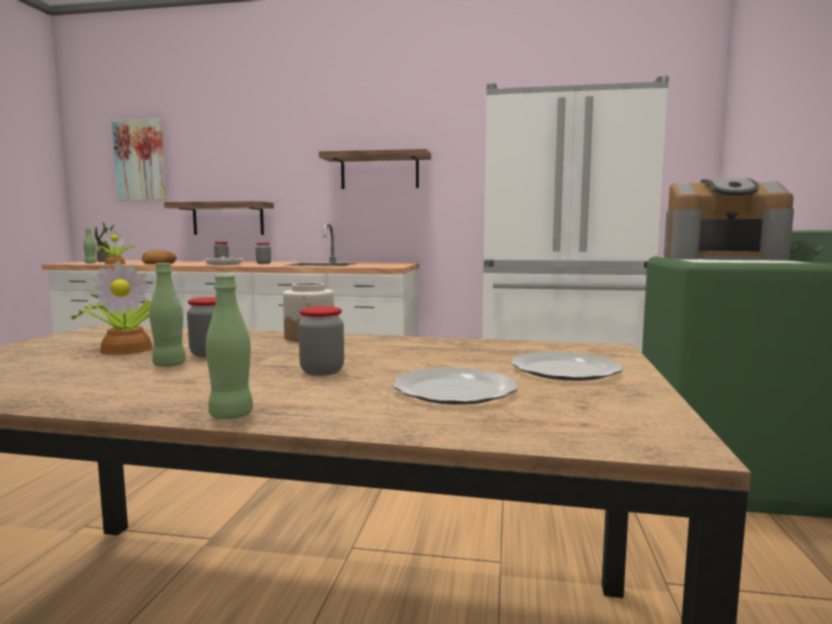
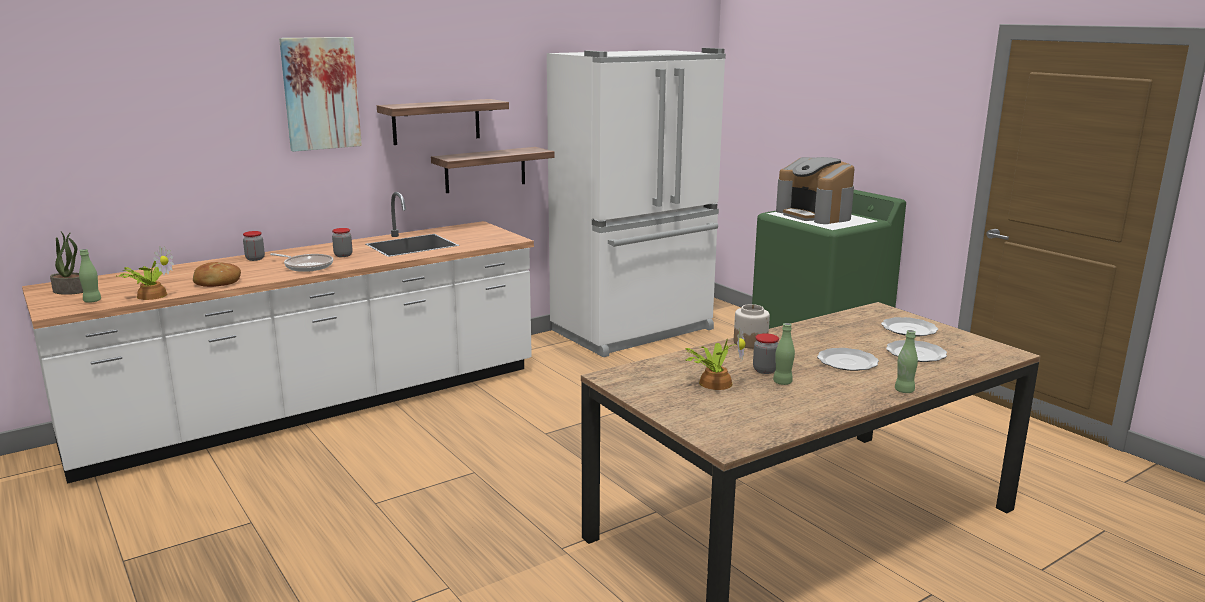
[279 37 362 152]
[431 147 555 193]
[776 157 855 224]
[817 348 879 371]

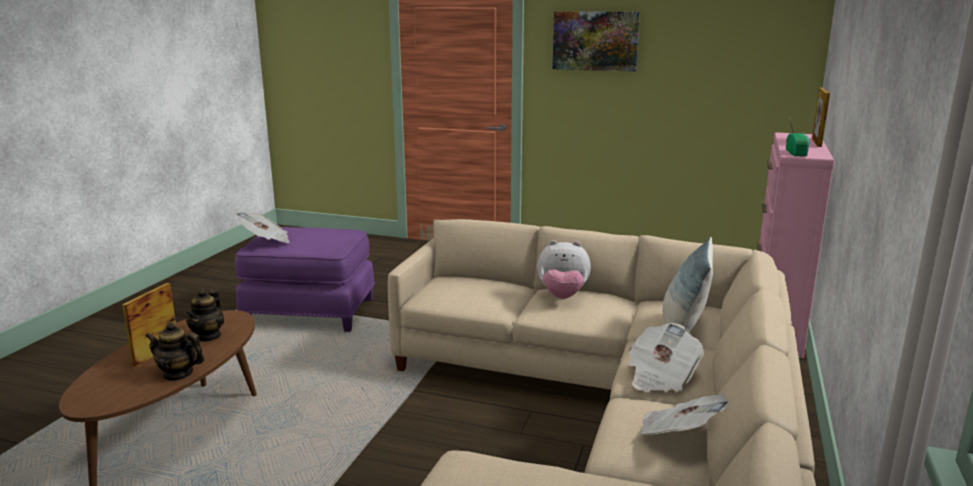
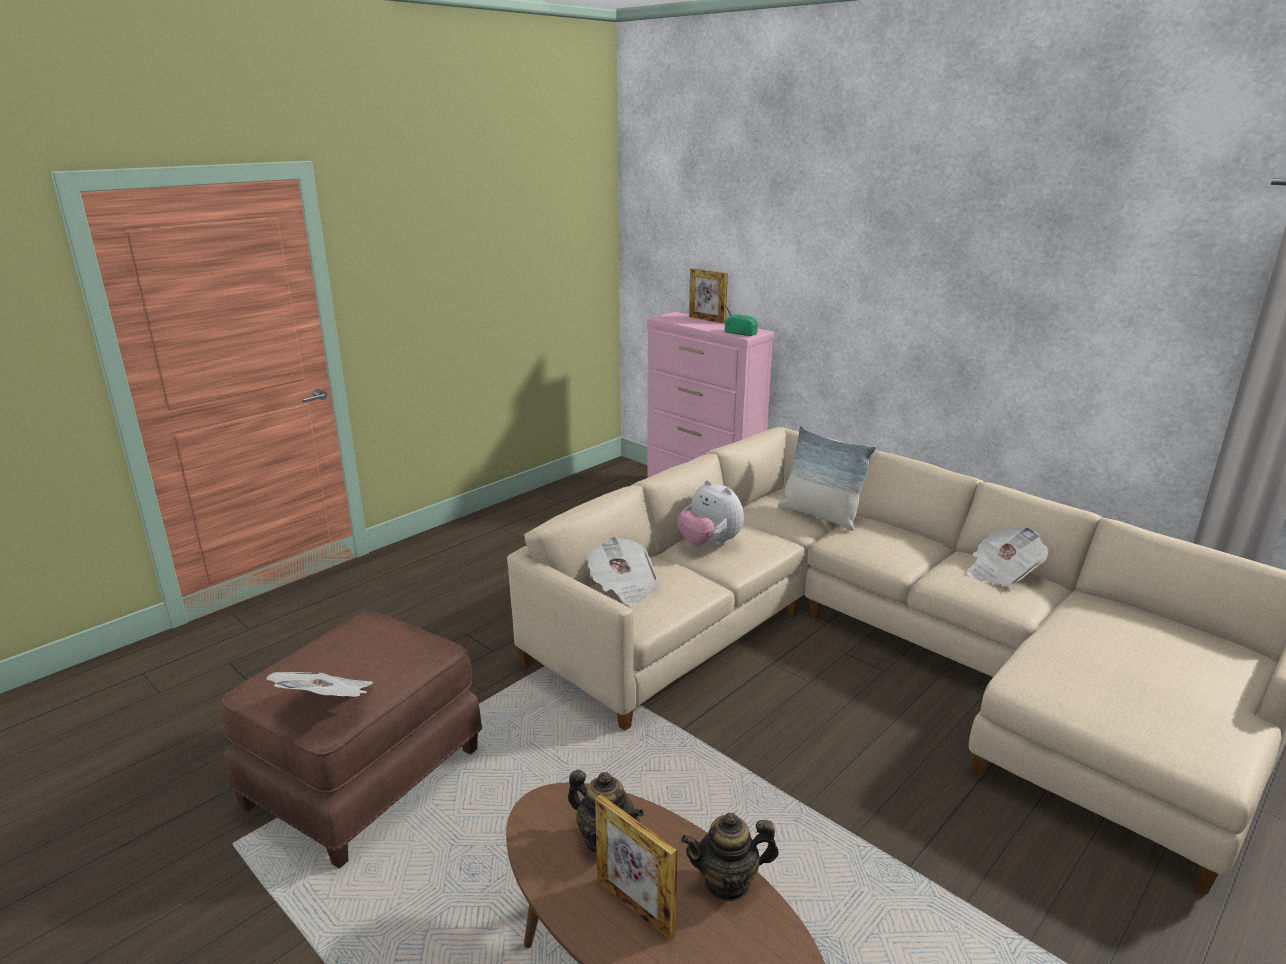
[221 611 482 869]
[587 537 659 606]
[677 480 744 546]
[681 813 779 901]
[552 11 640 72] (first image)

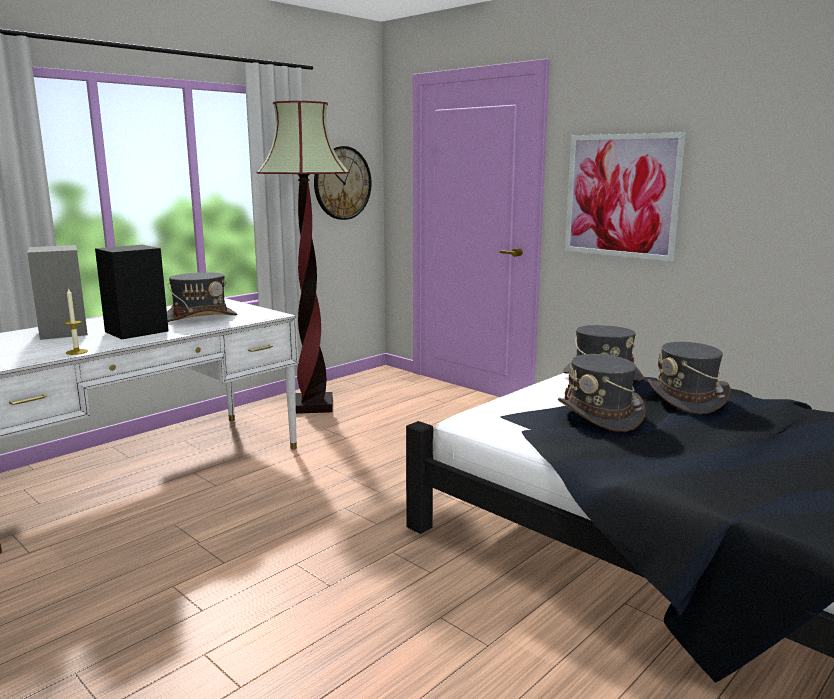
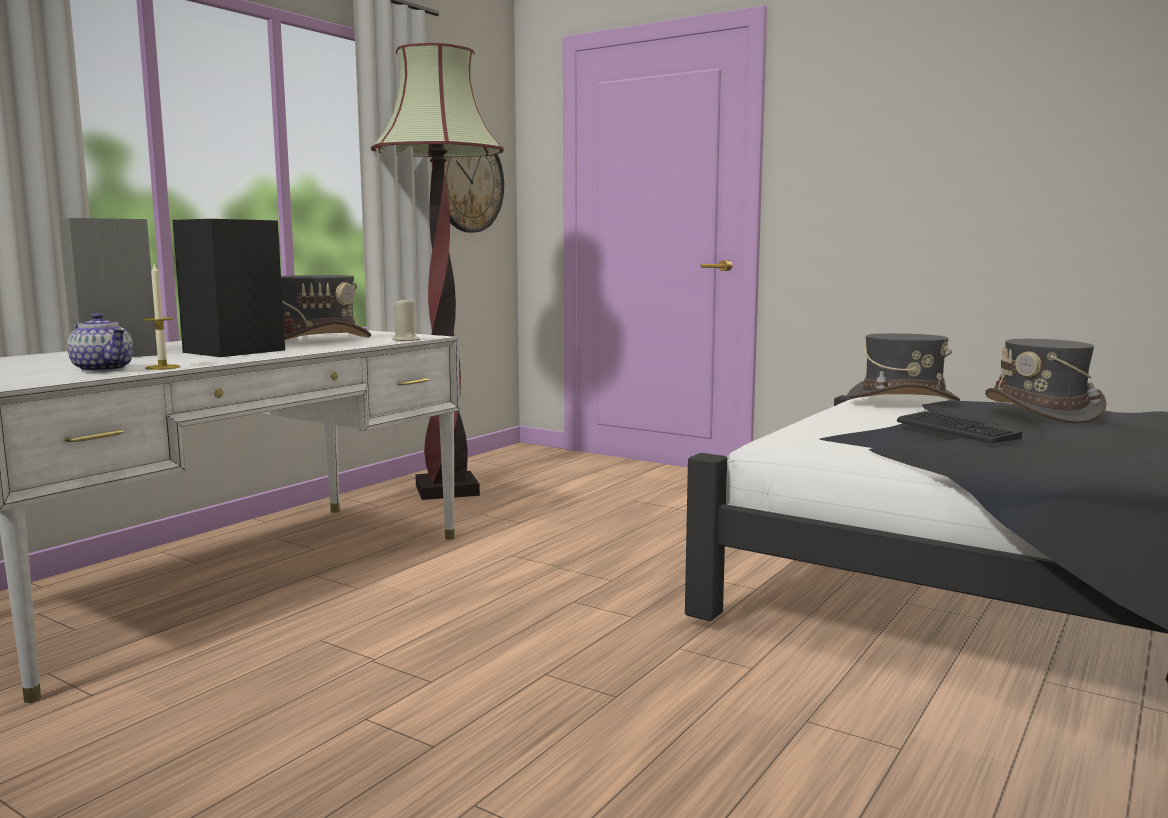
[67 313 133 372]
[392 297 420 341]
[897 411 1022 443]
[565 132 686 262] (first image)

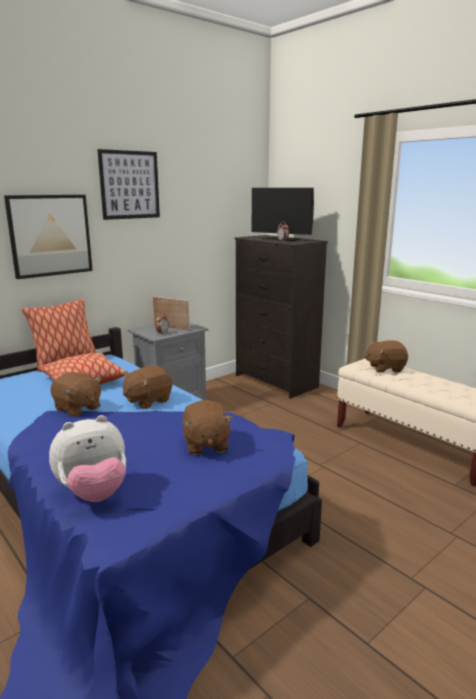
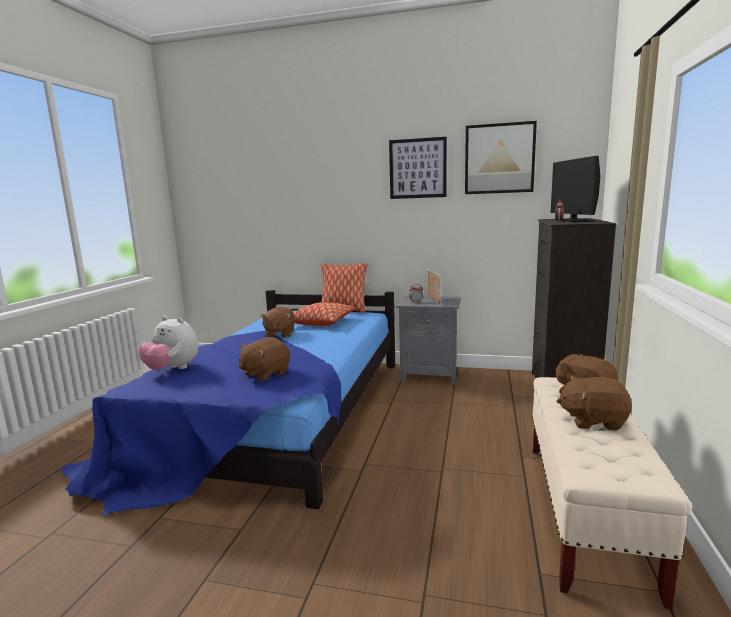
[465 121 537 194]
[557 375 632 431]

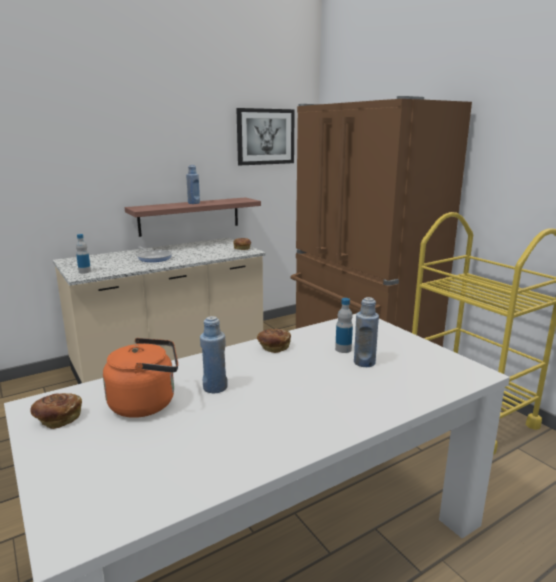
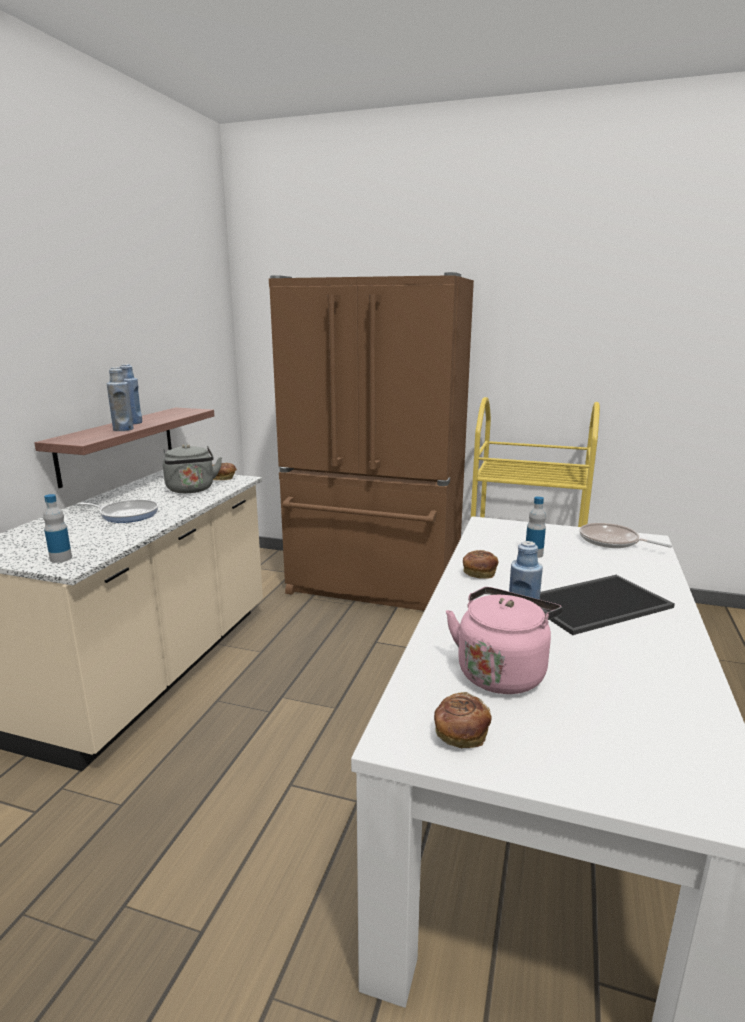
[107 367 133 431]
[163 444 222 493]
[446 587 562 694]
[540 575 675 635]
[579 523 672 548]
[236 108 295 165] (first image)

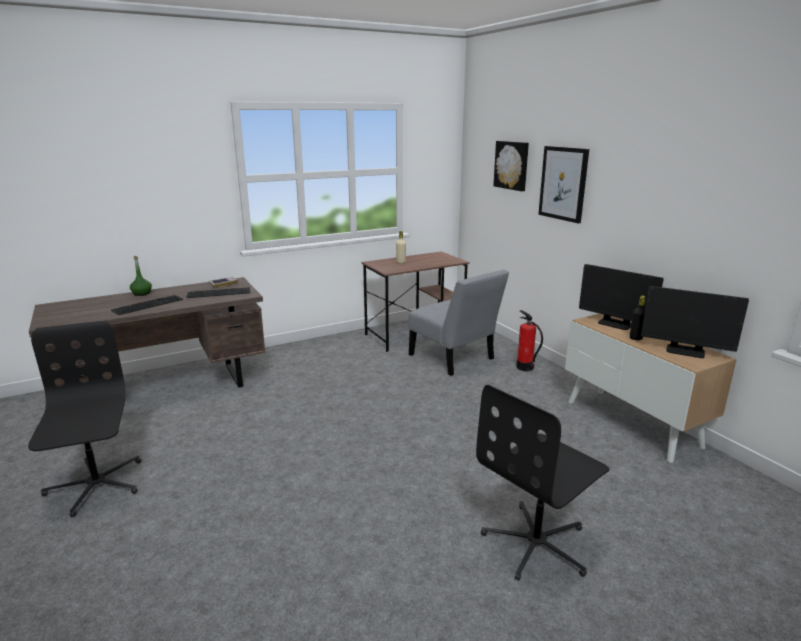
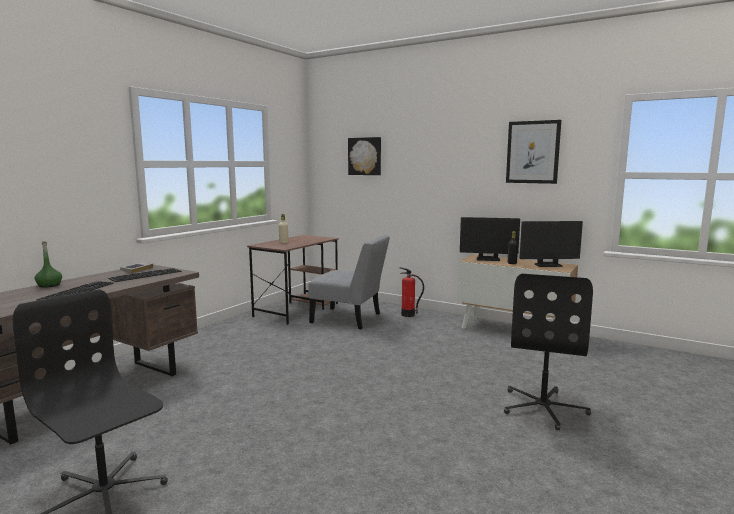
[506 120 561 184]

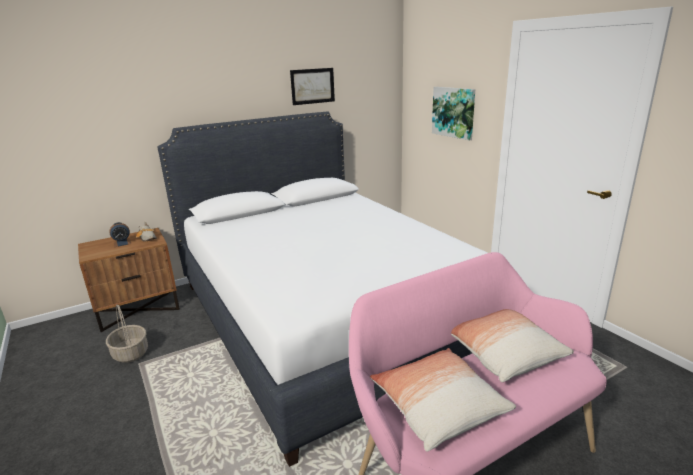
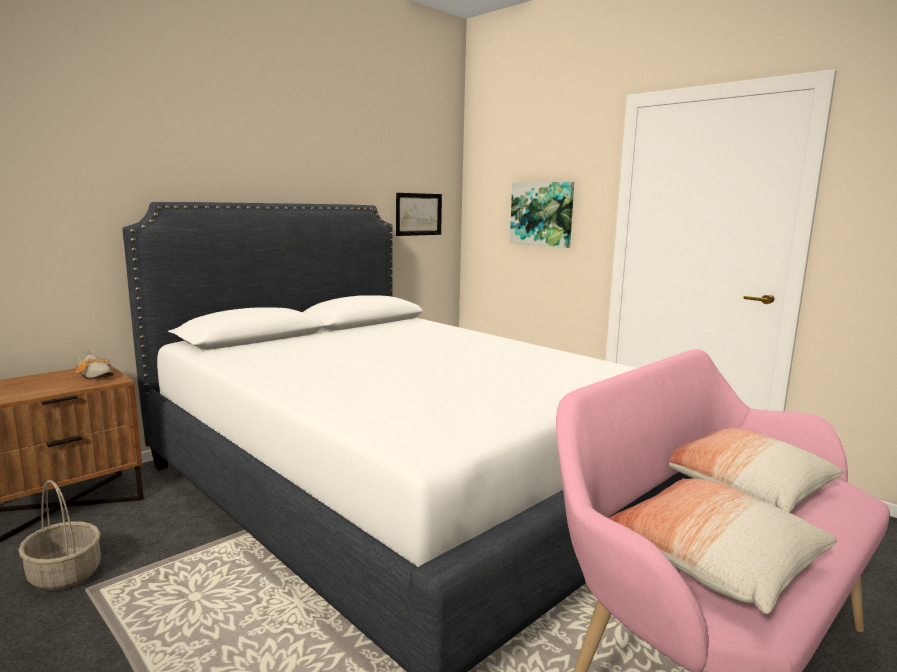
[396 193 442 236]
[109 222 131 247] (first image)

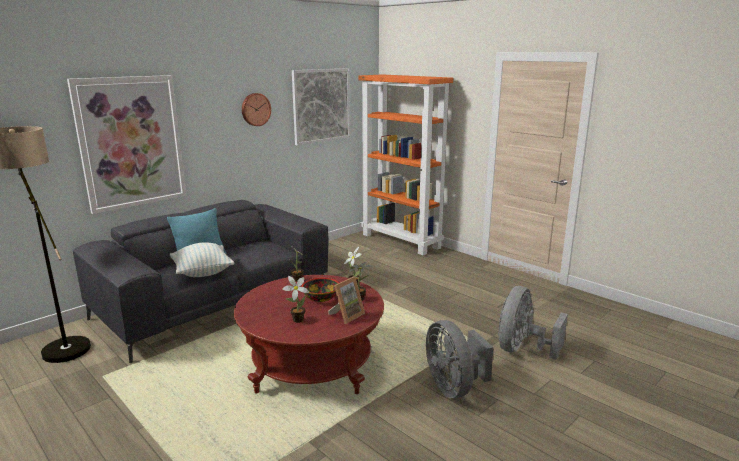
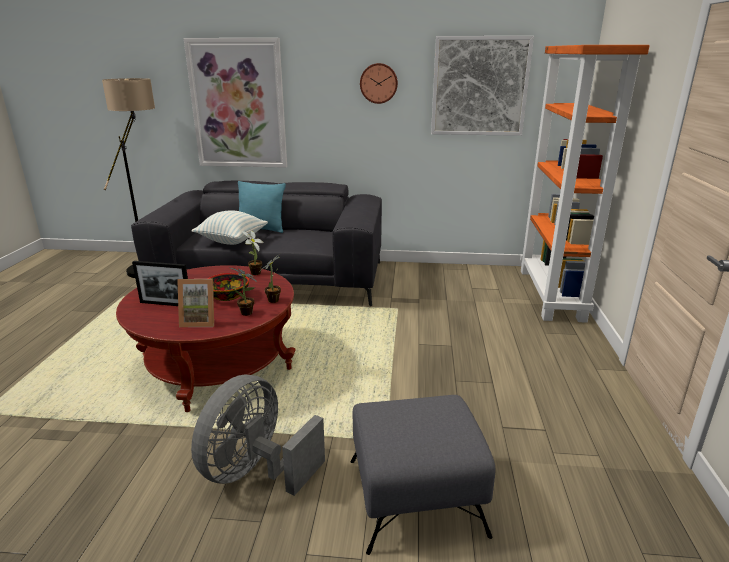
[132 261 188 306]
[351 395 495 555]

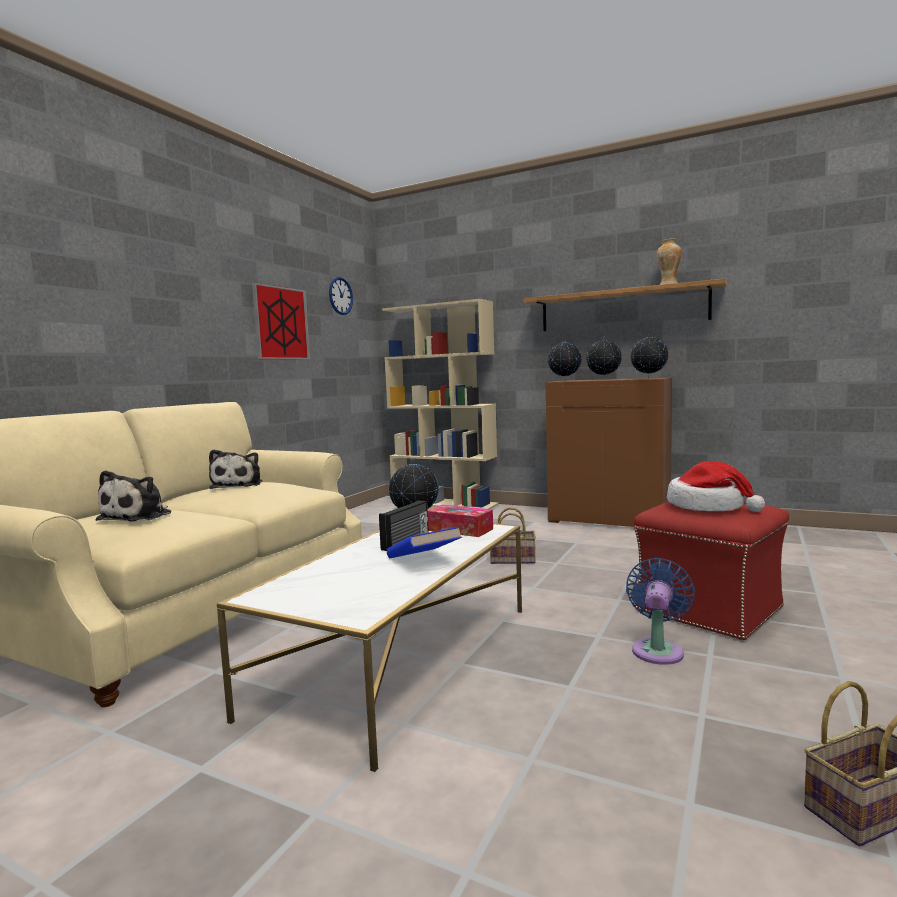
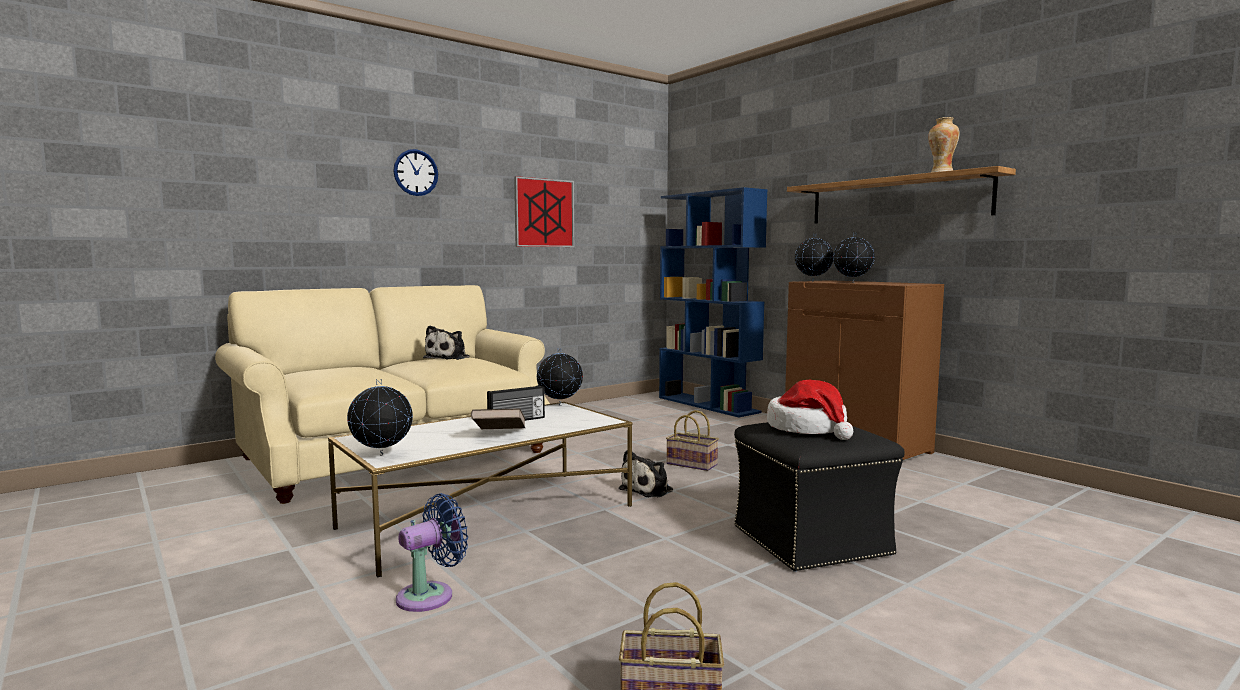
[347 379 413 456]
[393 149 438 196]
[396 493 468 612]
[471 408 526 429]
[619 450 673 497]
[659 187 767 417]
[734 422 905 572]
[428 505 493 537] (first image)

